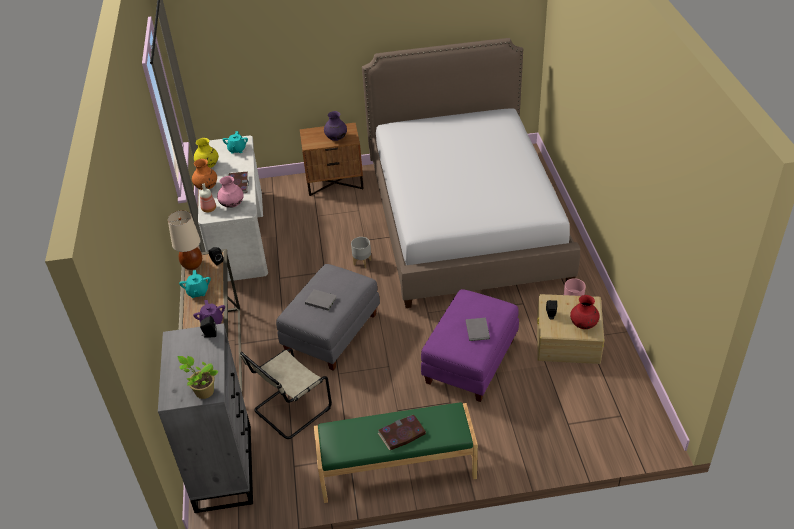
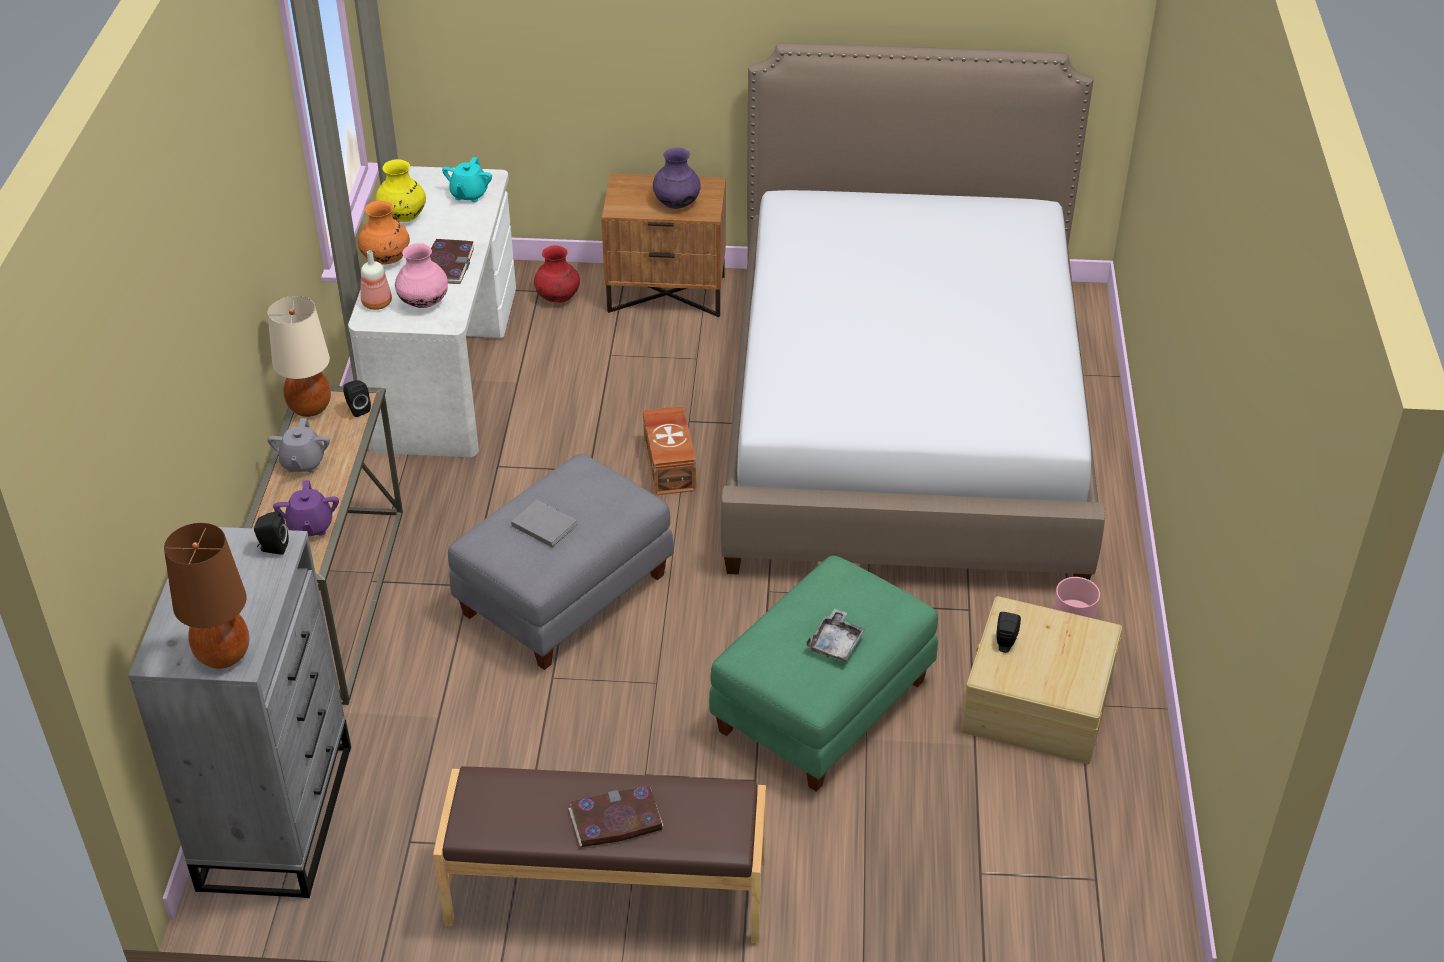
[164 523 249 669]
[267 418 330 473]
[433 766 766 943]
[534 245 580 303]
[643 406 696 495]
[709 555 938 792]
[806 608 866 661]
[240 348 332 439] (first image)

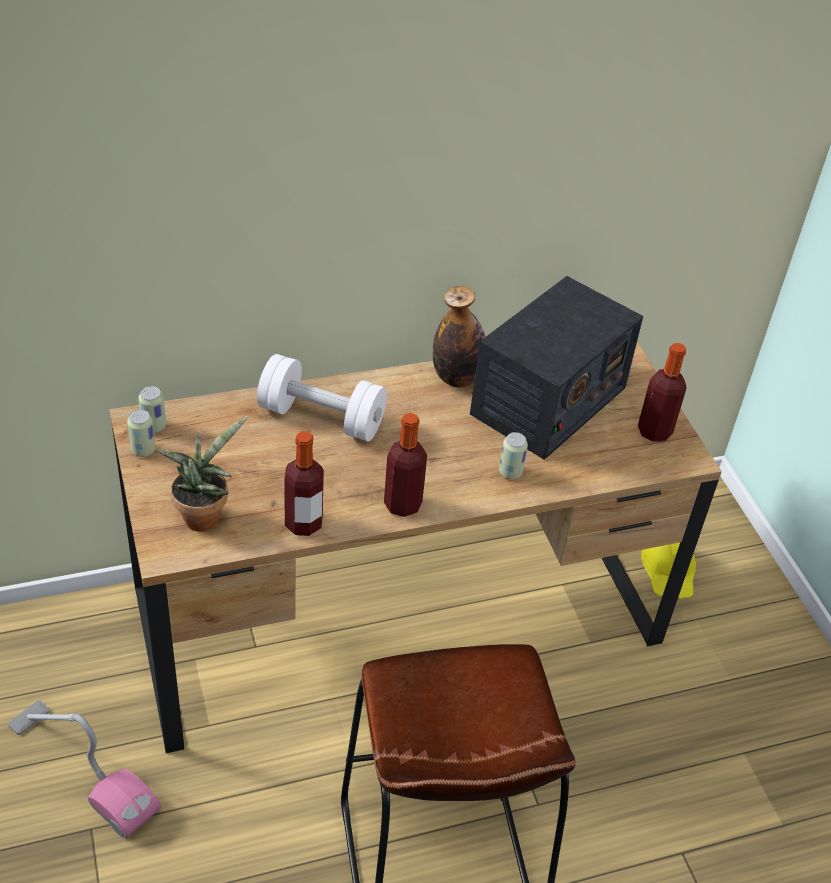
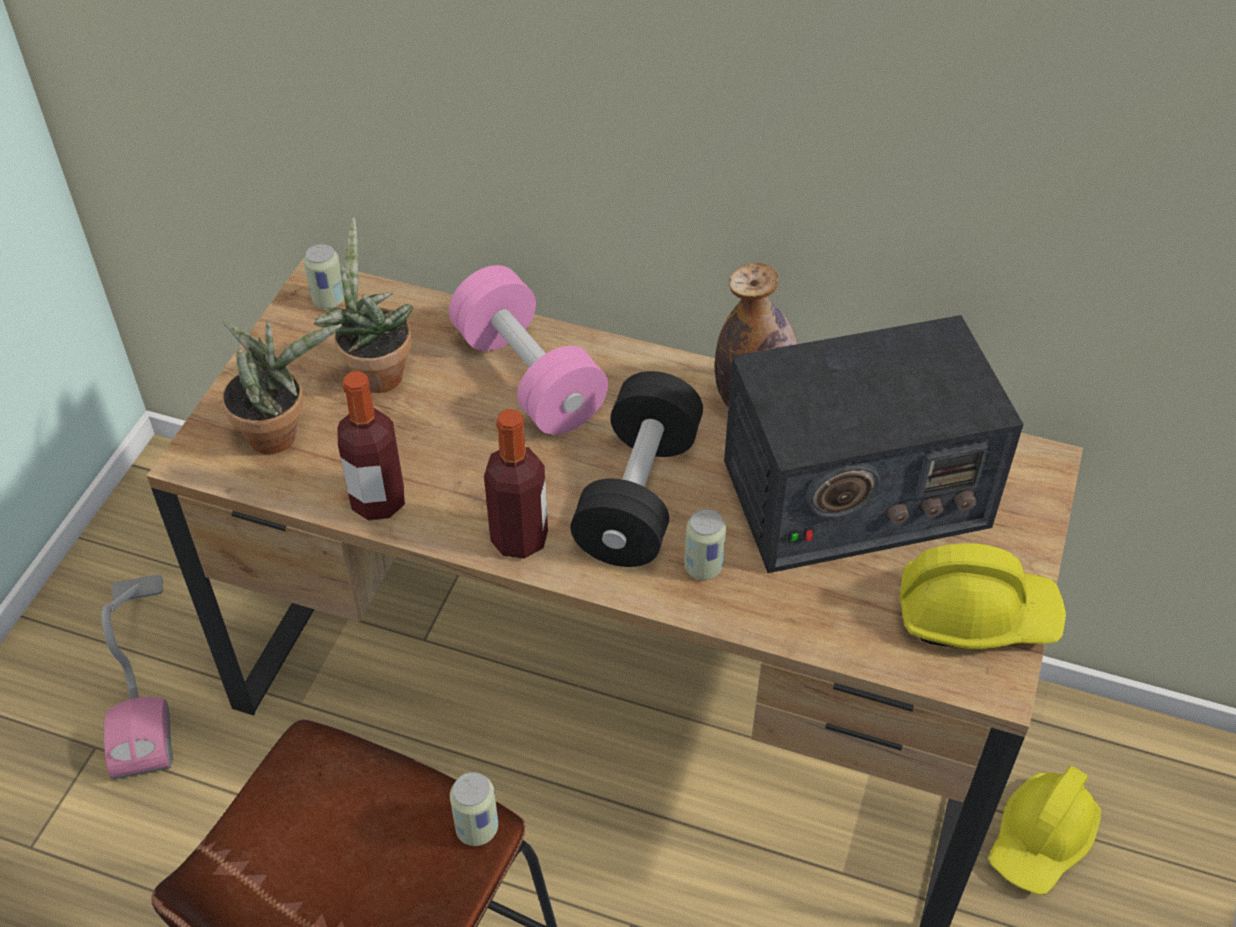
[313 218 413 393]
[449 265 608 435]
[450 772 498 846]
[570 371 703 567]
[900 543 1066 649]

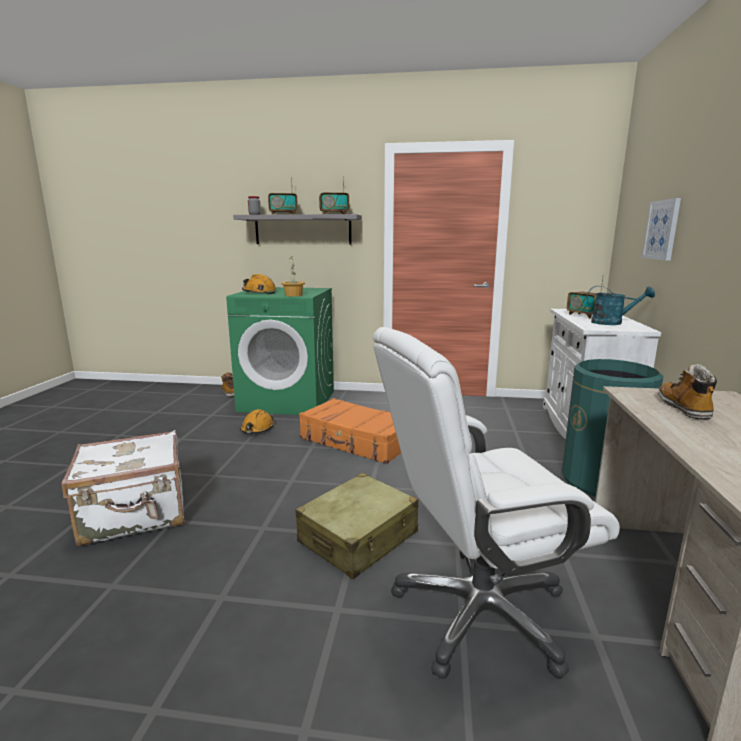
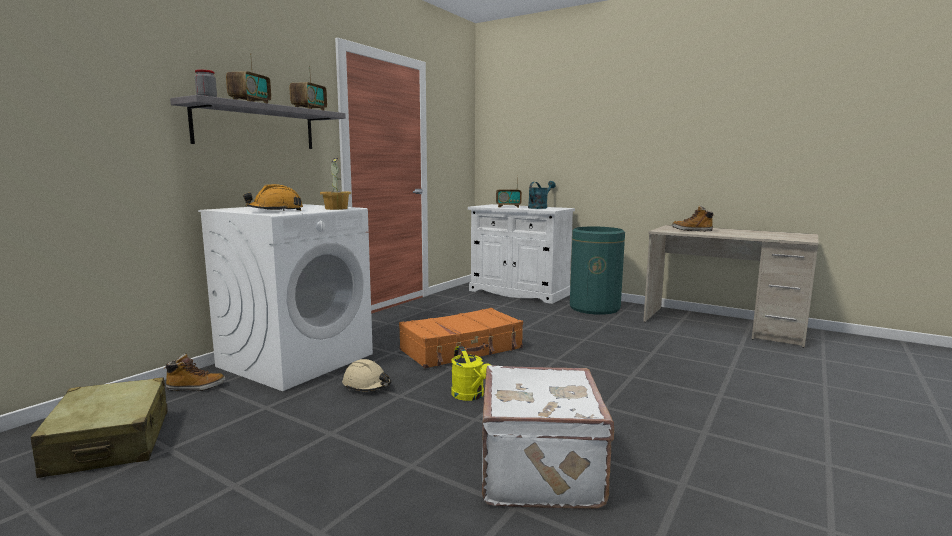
[31 377 168 478]
[198 204 373 391]
[342 359 391 391]
[451 346 491 401]
[373 327 620 679] (first image)
[642 198 681 261] (first image)

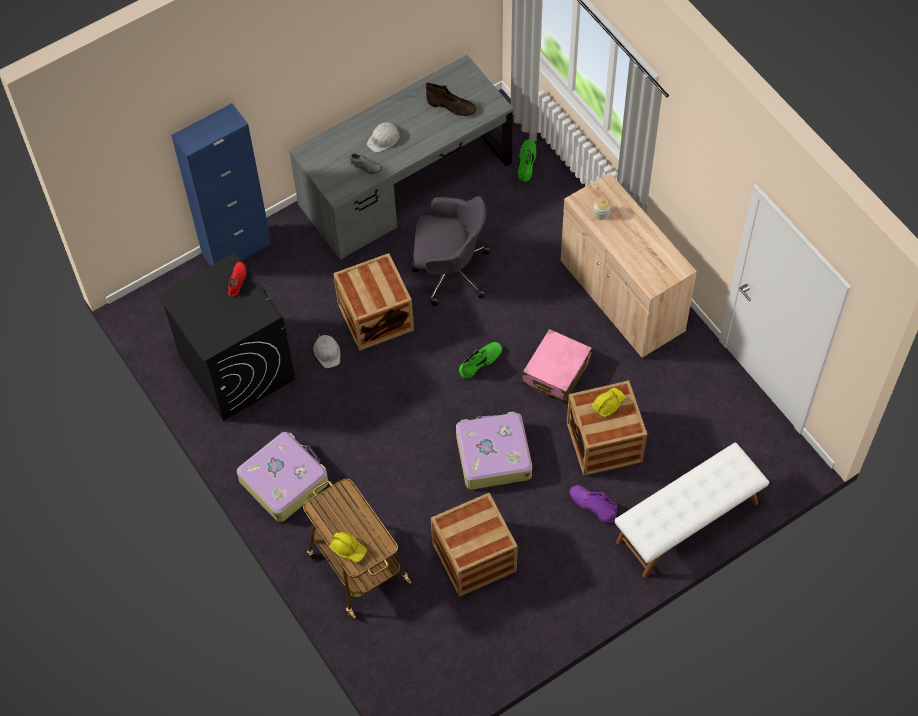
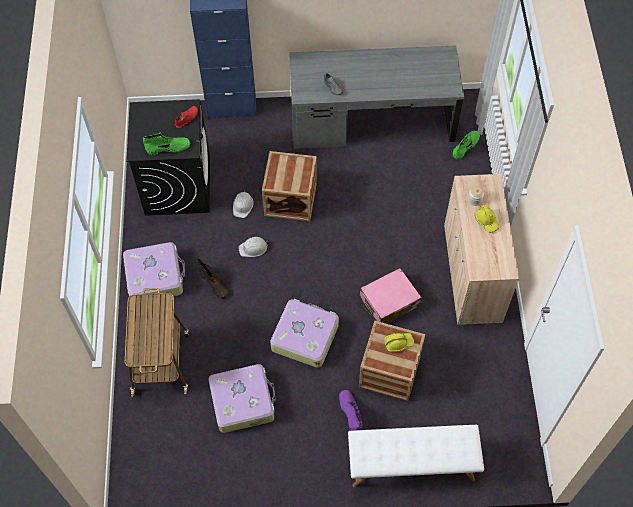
[143 132 190 155]
[197 259 229 299]
[209 364 276 433]
[238 237 268 257]
[474 204 500 233]
[412 196 490 306] (first image)

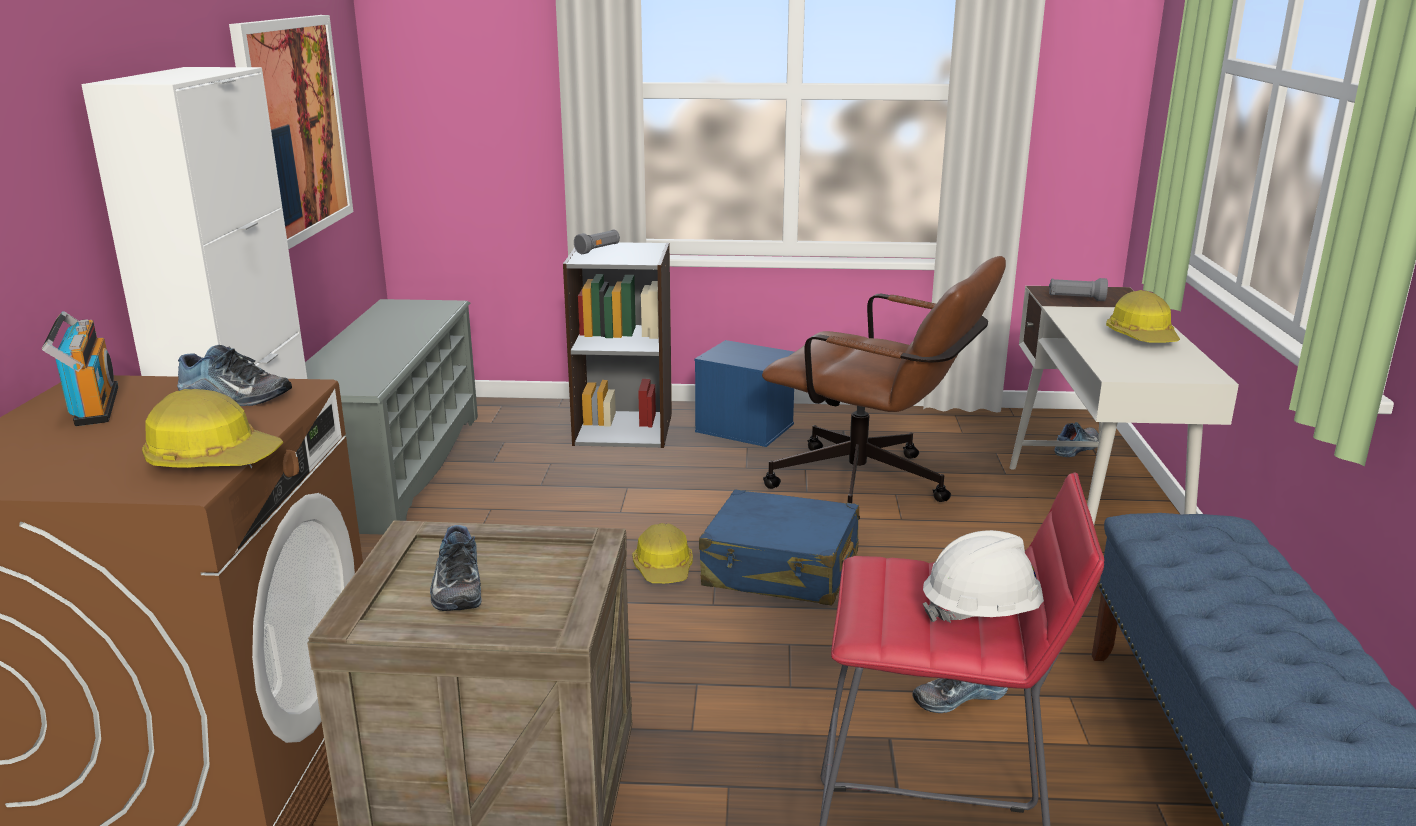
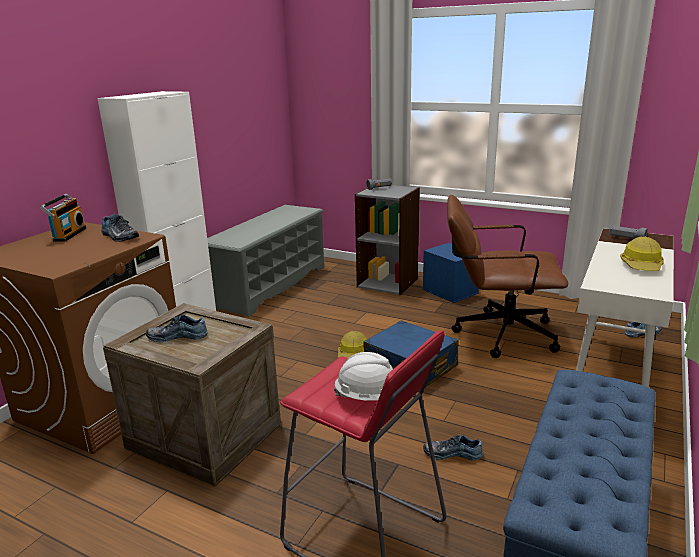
[146 315 208 342]
[447 195 568 358]
[142 389 283 468] (first image)
[229 15 353 249] (first image)

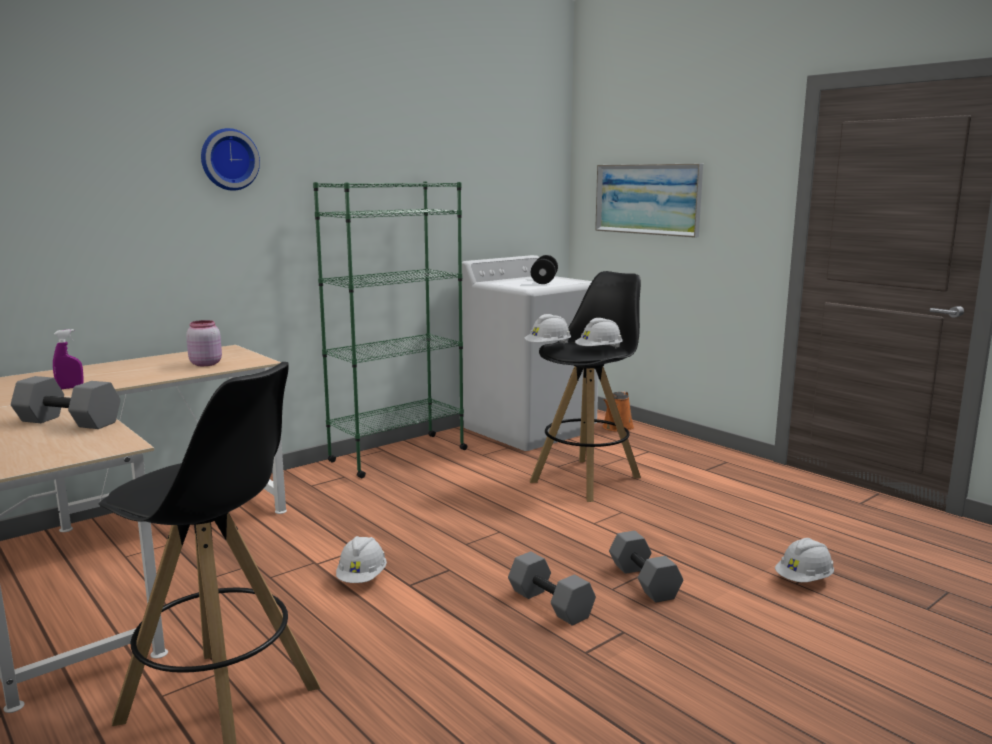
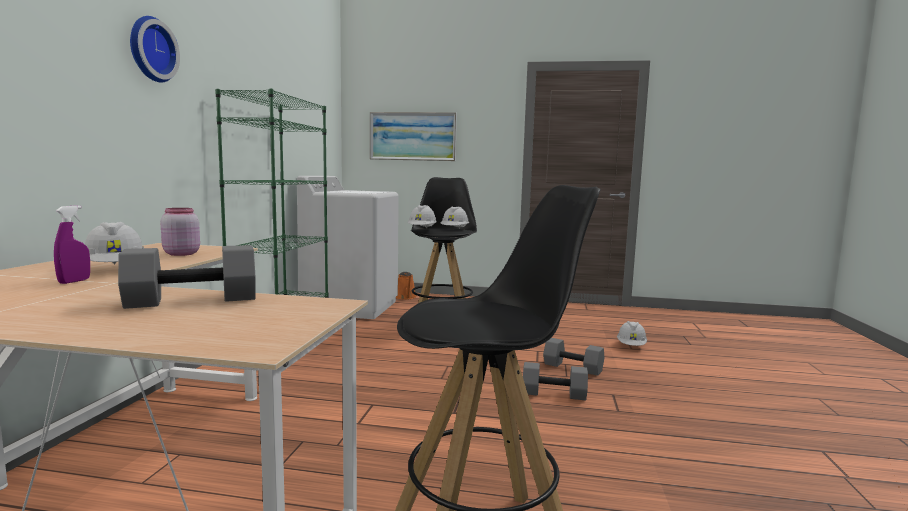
[85 222 144 264]
[531 255 558 284] (first image)

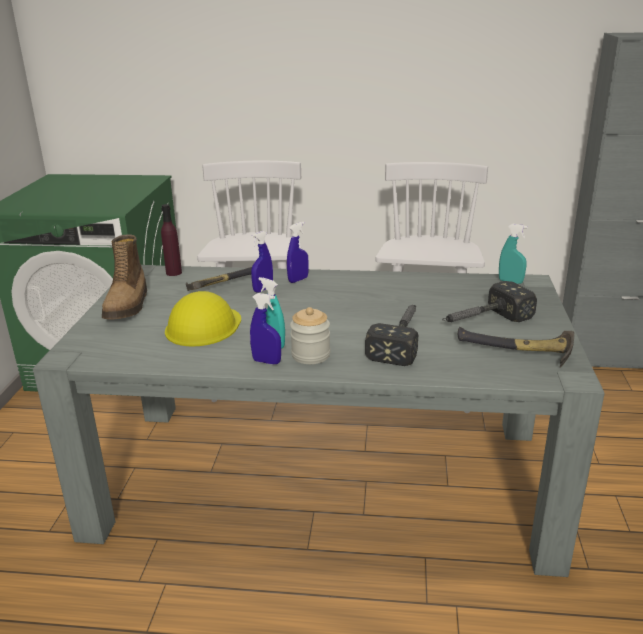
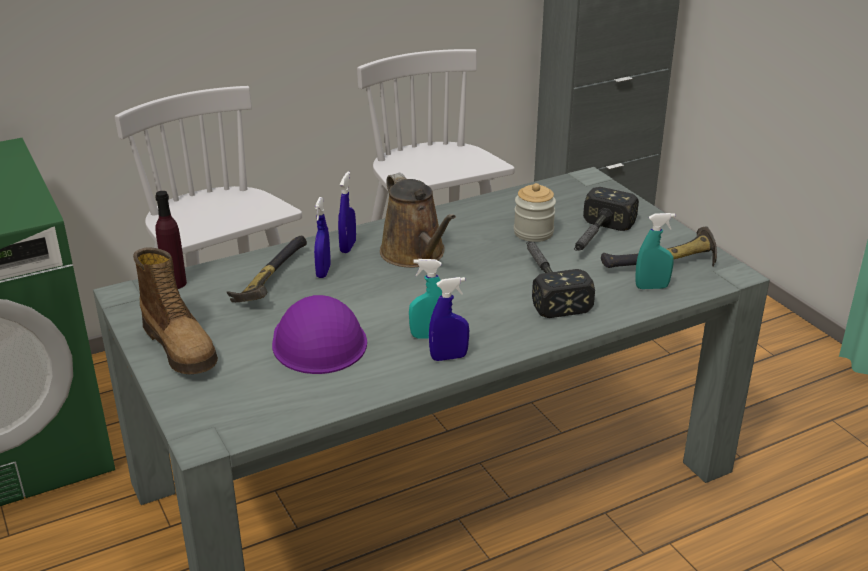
[272 295 367 374]
[380 173 456 268]
[514 183 556 242]
[635 213 675 289]

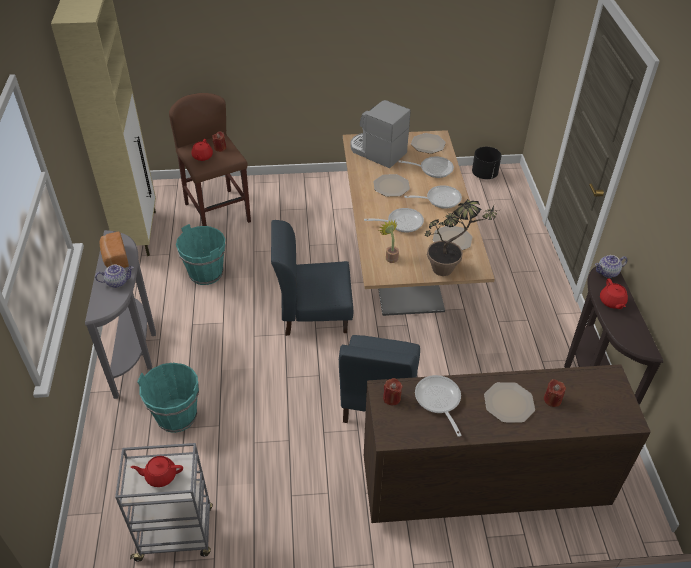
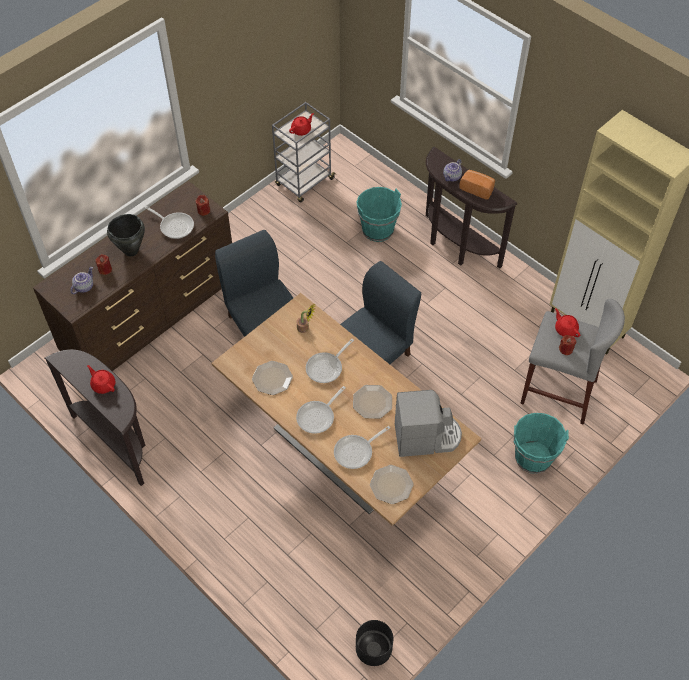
[70 267 93 294]
[107 214 145 256]
[426 147 517 269]
[513 413 569 474]
[520 299 625 425]
[424 199 497 276] (first image)

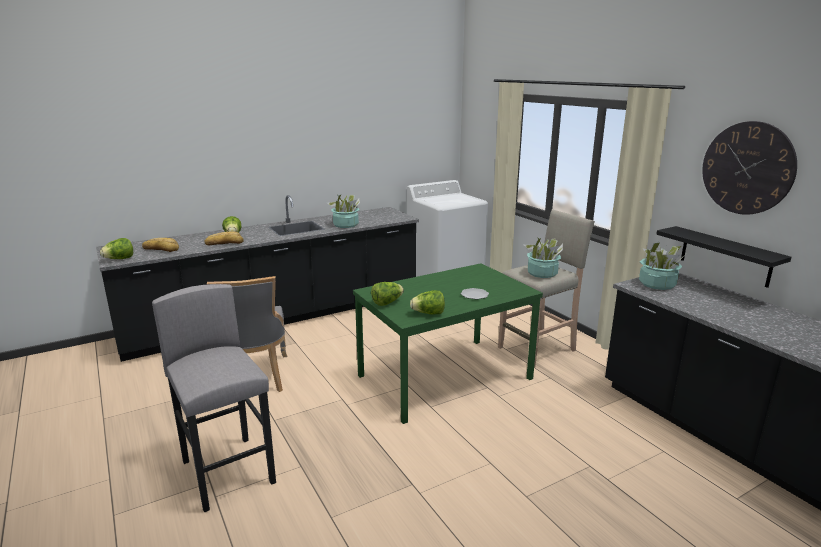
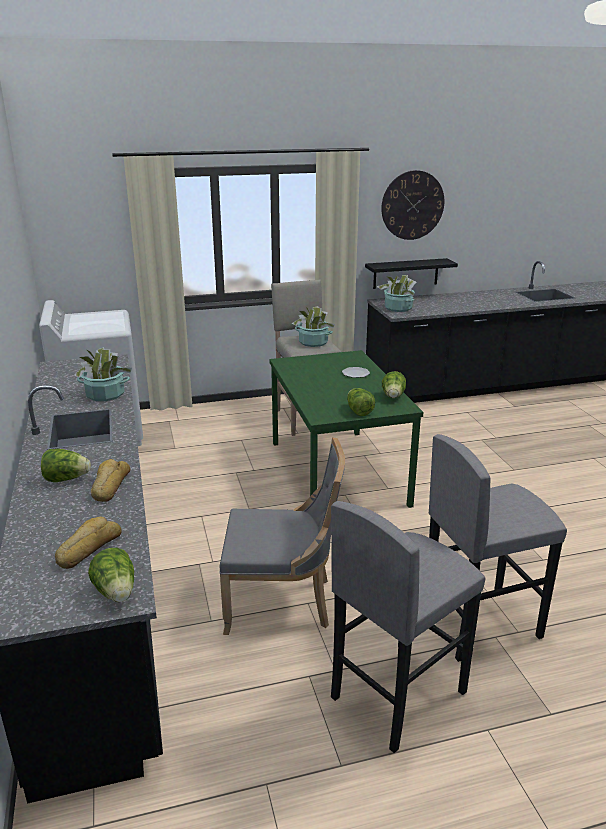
[331 501 485 753]

